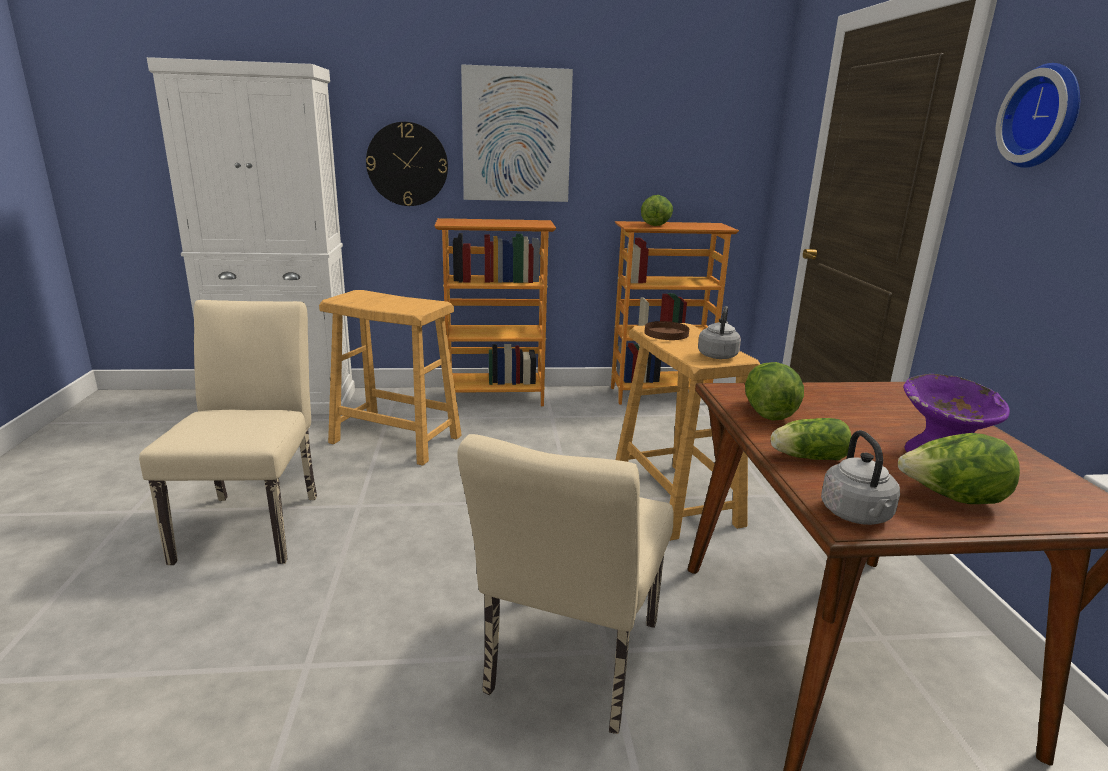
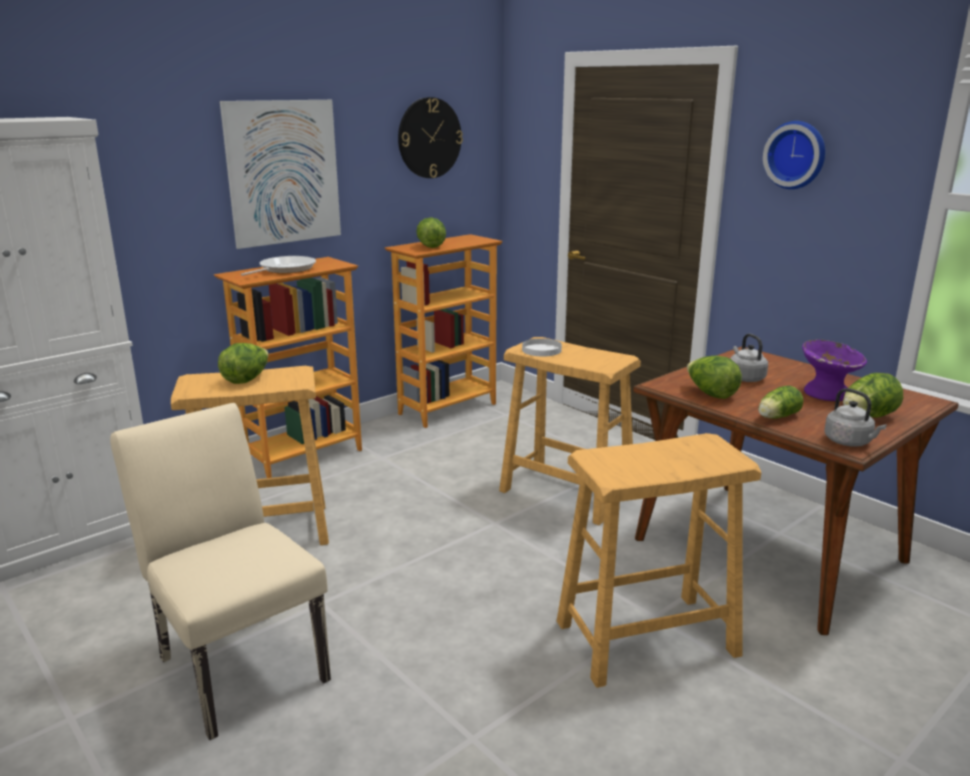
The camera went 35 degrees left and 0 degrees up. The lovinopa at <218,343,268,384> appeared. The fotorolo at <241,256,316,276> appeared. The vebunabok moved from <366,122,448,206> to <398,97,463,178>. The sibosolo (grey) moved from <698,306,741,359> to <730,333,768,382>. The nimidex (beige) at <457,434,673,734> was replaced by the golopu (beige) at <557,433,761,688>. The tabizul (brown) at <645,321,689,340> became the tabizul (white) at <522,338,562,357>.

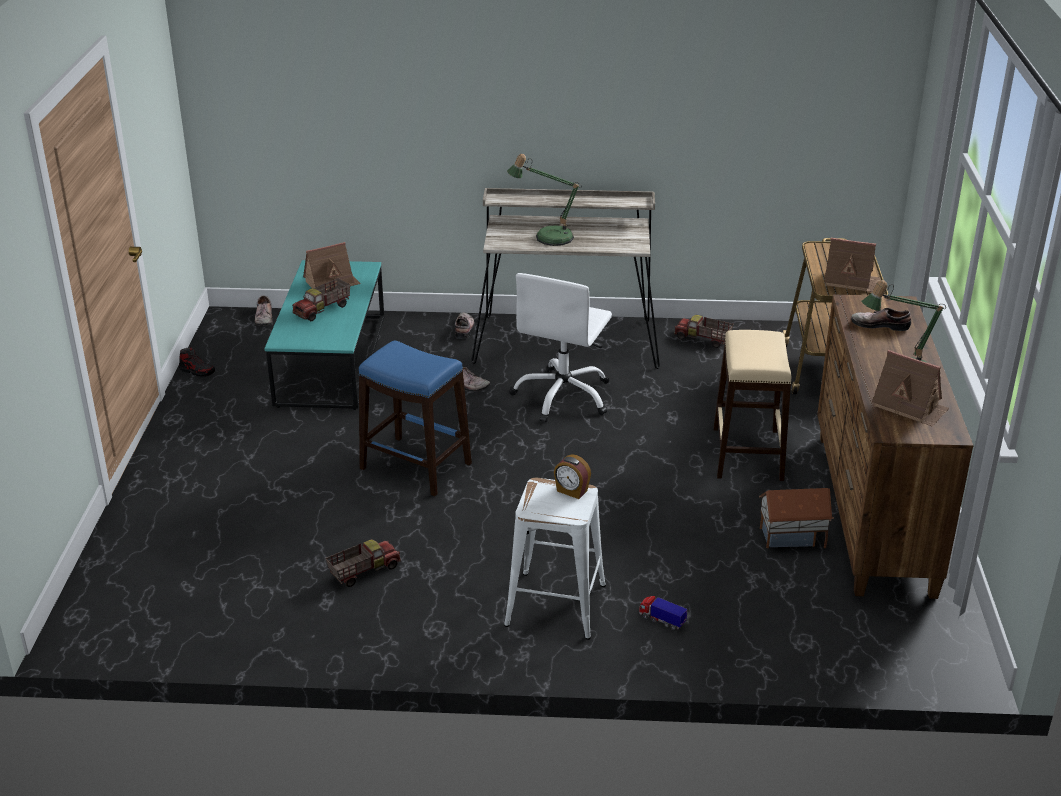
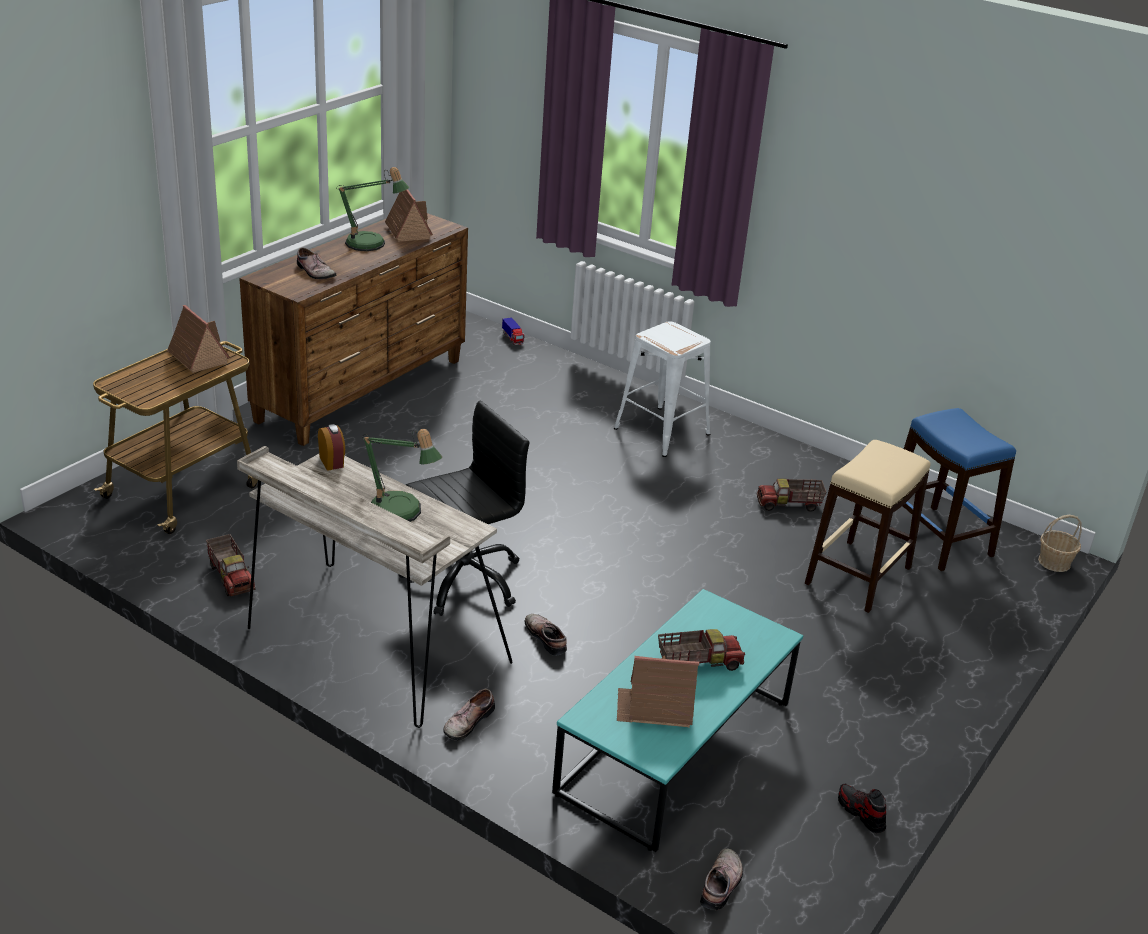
The camera went 150 degrees left and 0 degrees up. The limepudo at <759,488,834,548> disappeared. The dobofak at <1038,515,1082,572> appeared. The golopu (blue) moved from <359,341,472,496> to <903,408,1016,571>. The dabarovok moved from <554,454,591,499> to <318,424,345,471>. The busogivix moved from <639,596,687,630> to <502,317,525,345>. The golopu (beige) moved from <714,330,792,481> to <805,440,931,613>. The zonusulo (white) at <509,273,612,423> became the zonusulo (black) at <399,400,529,616>.

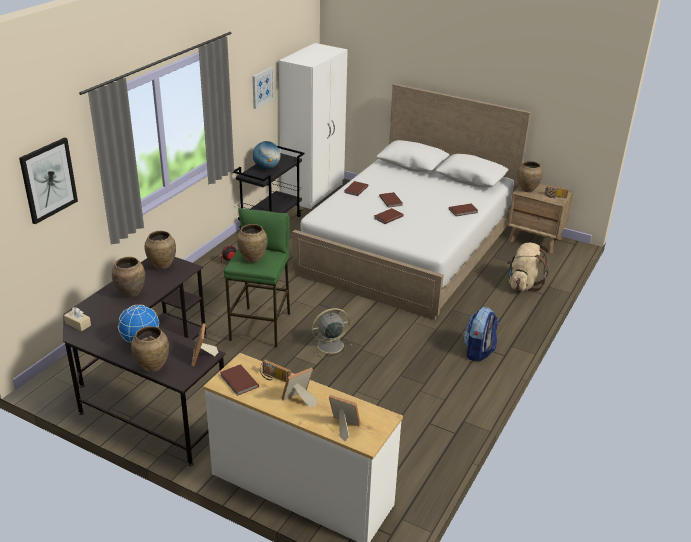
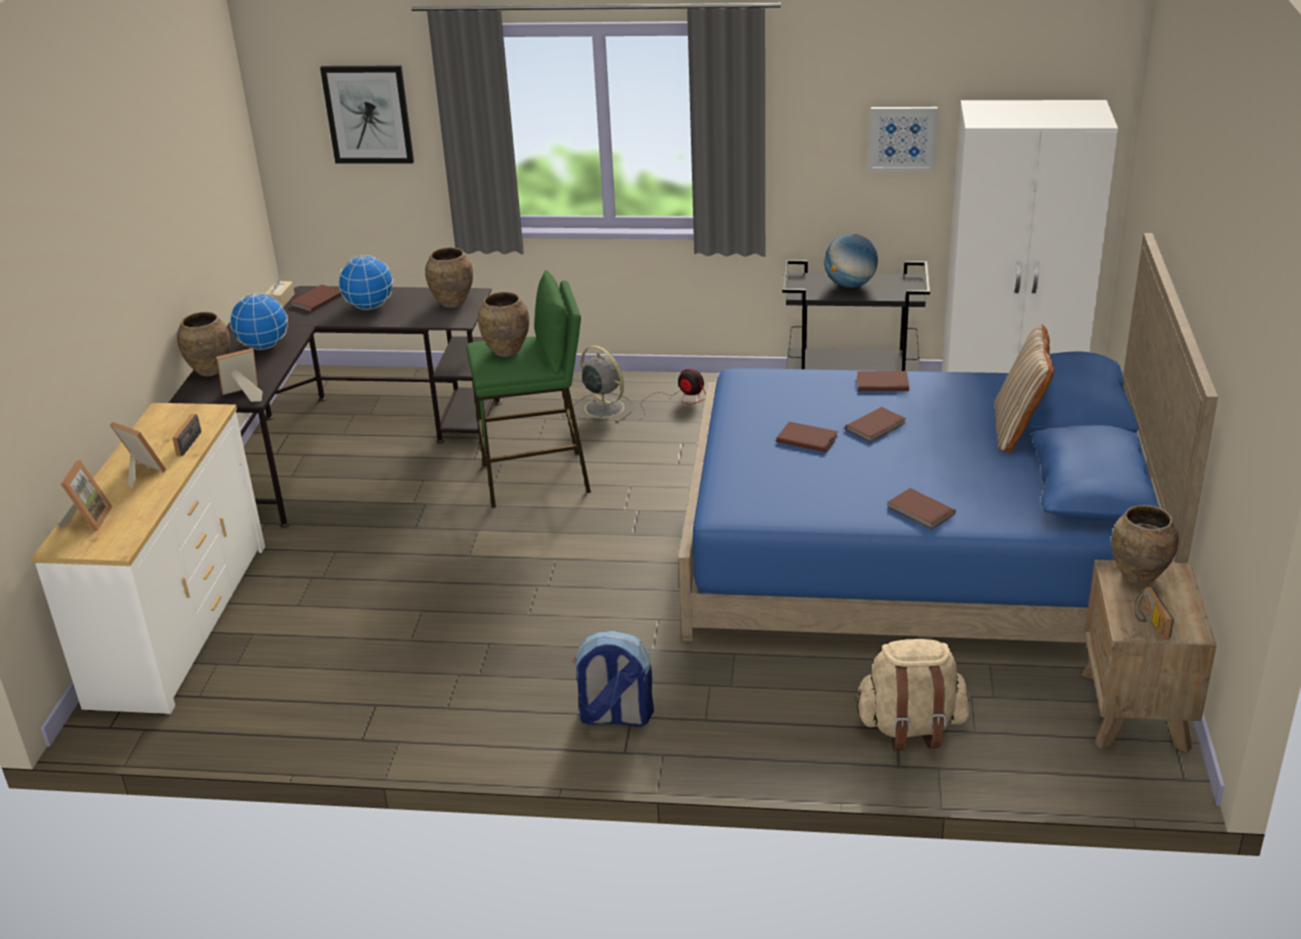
The camera went 70 degrees right and 0 degrees up. The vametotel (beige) at <994,324,1054,454> appeared. The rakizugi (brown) moved from <220,364,259,396> to <290,284,343,312>. The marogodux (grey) moved from <311,308,352,359> to <573,346,634,423>. The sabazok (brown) at <112,257,145,297> was replaced by the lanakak at <338,255,393,310>. The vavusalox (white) at <292,84,531,320> became the vavusalox (blue) at <678,233,1218,643>.

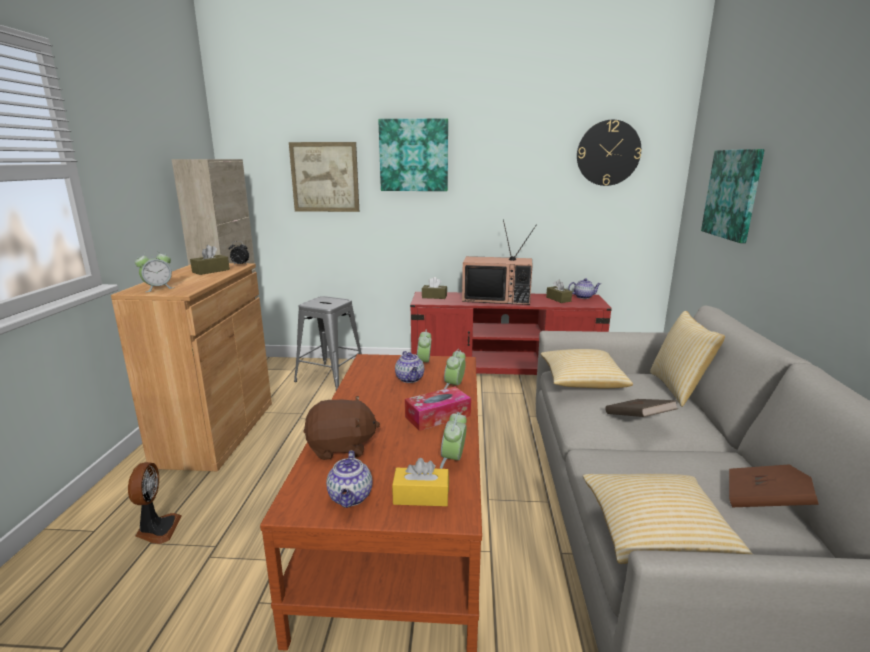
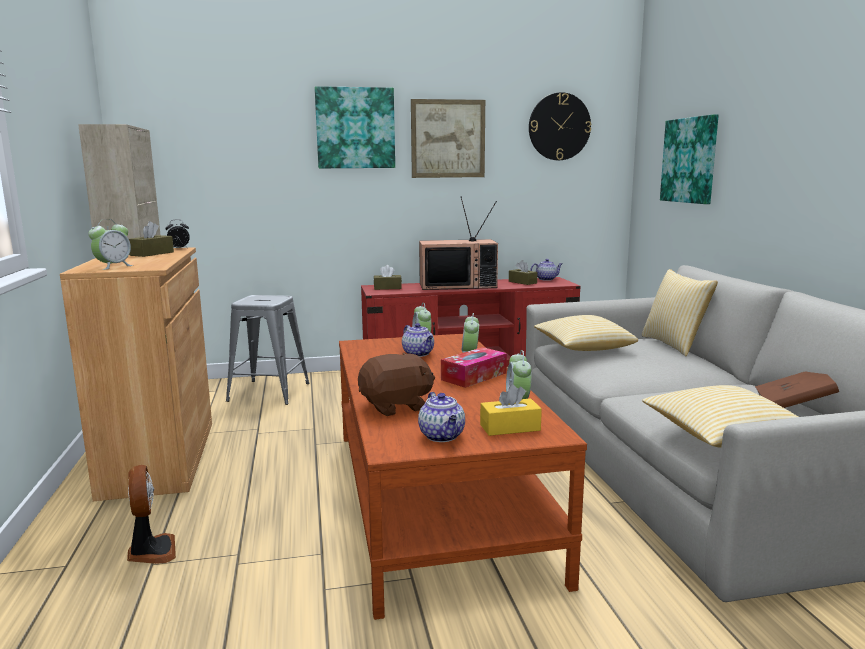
The camera went 15 degrees left and 5 degrees down. The rakizugi (brown) at <605,399,678,417> disappeared. The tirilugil moved from <289,142,359,212> to <411,99,485,178>.

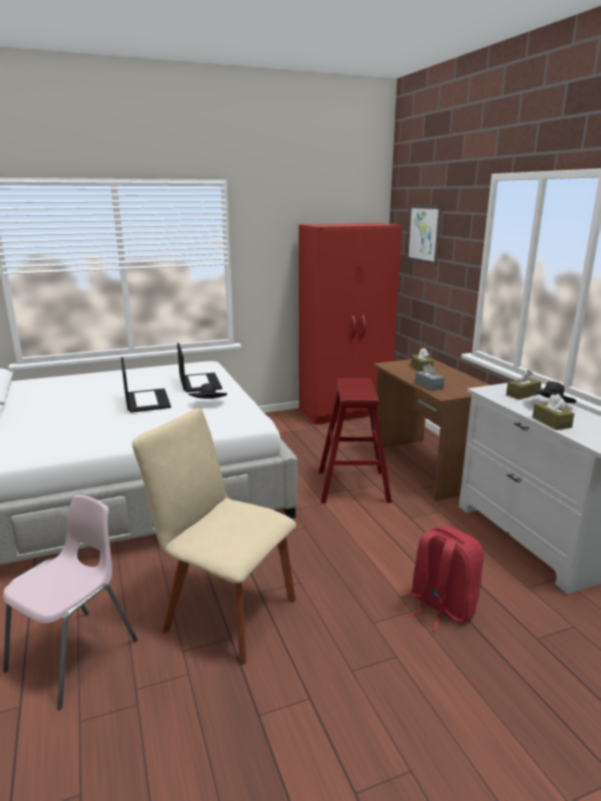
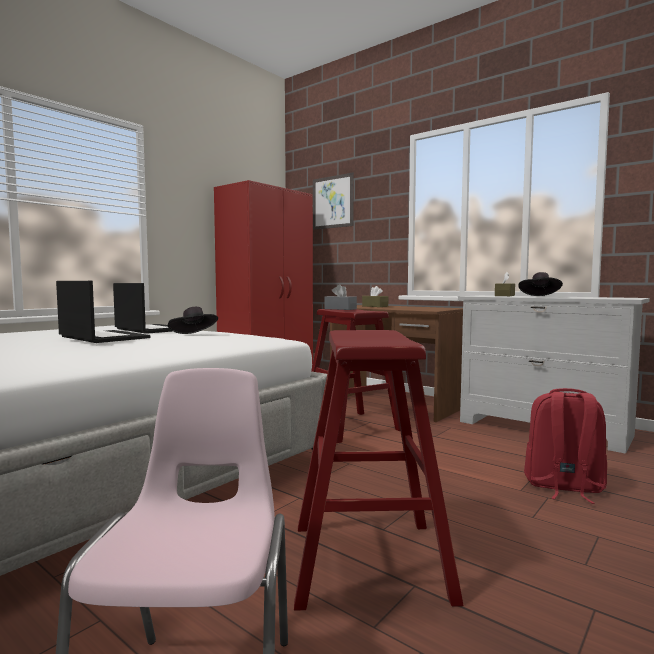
The camera went 30 degrees left and 15 degrees down. The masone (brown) at <532,394,574,430> disappeared. The masone (grey) moved from <415,364,444,391> to <325,284,357,310>. The nimidex (beige) at <132,408,296,665> was replaced by the golopu (red) at <294,330,464,611>.

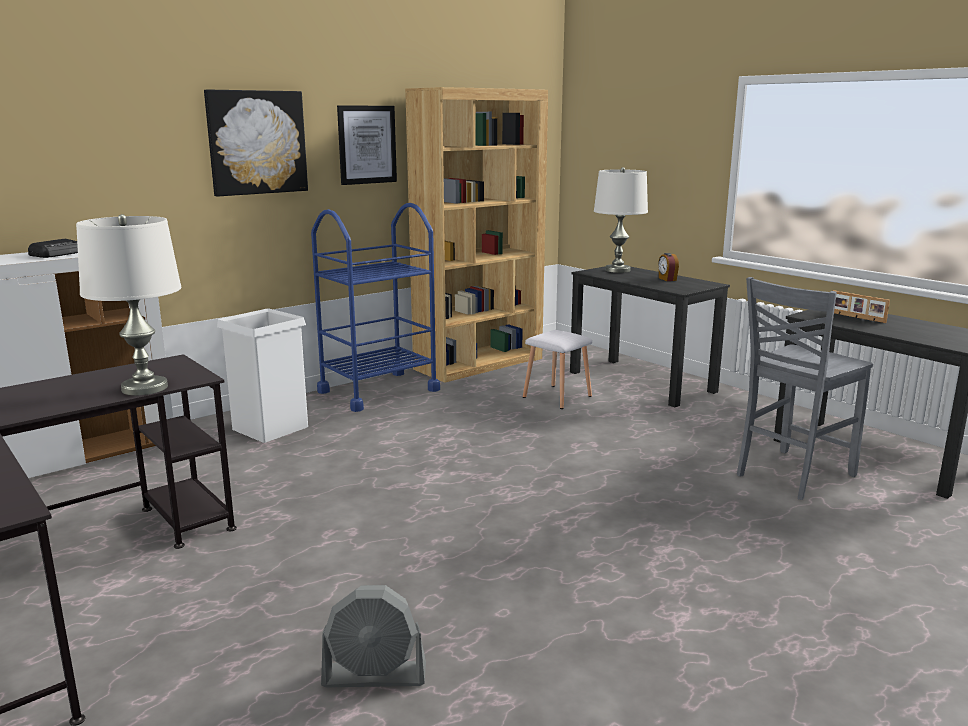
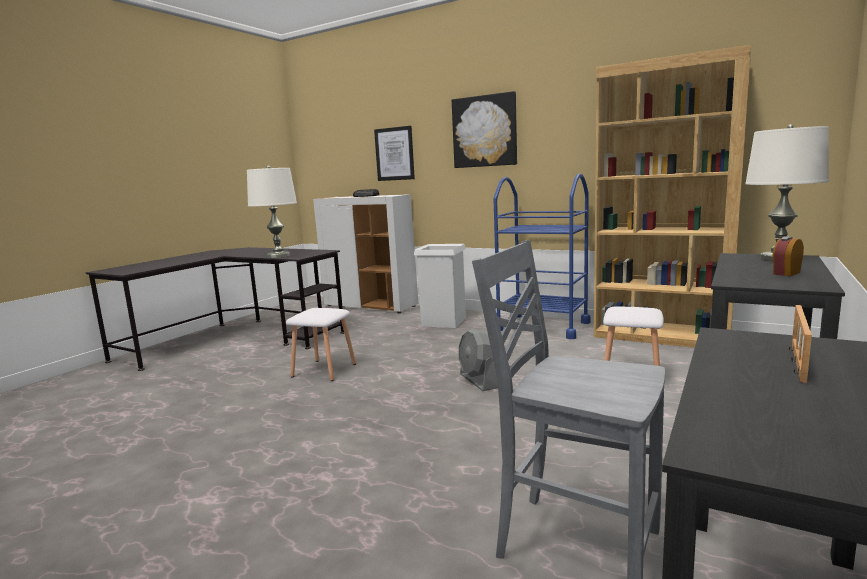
The camera went 70 degrees right and 5 degrees down. The golopu (white) at <286,308,356,381> appeared. The marogodux (grey) moved from <321,585,426,687> to <459,328,498,391>. The tirilugil moved from <337,105,397,185> to <374,126,415,181>.

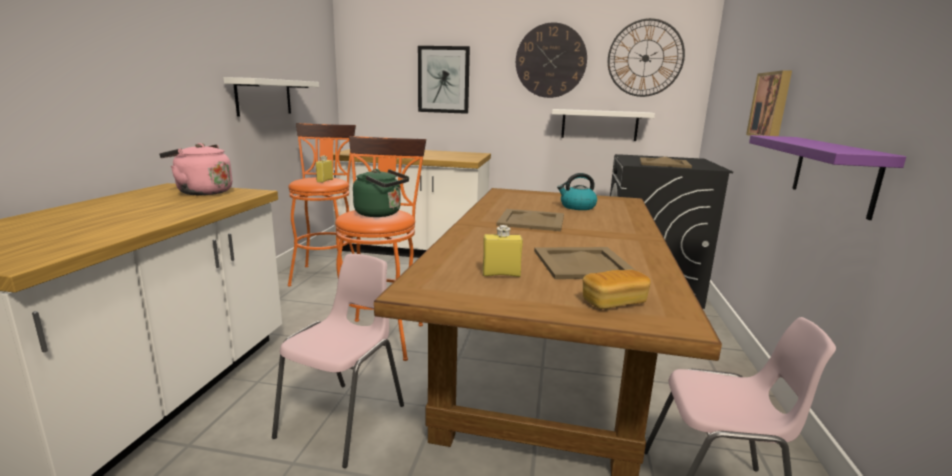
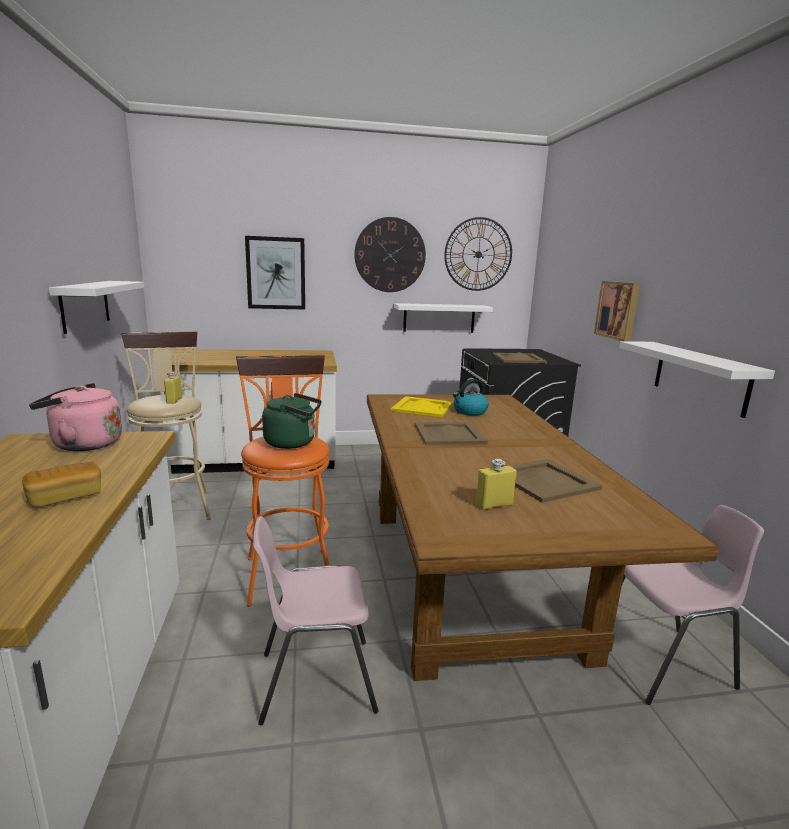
The camera went 20 degrees left and 0 degrees up. The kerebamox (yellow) at <391,396,453,417> appeared. The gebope moved from <583,270,651,309> to <22,461,101,507>. The golopu (orange) at <288,123,356,287> became the golopu (beige) at <121,332,211,520>. The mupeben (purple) at <749,135,906,220> became the mupeben (white) at <619,341,775,418>. The nimidex (pink) at <272,254,404,468> turned 105 degrees counterclockwise.

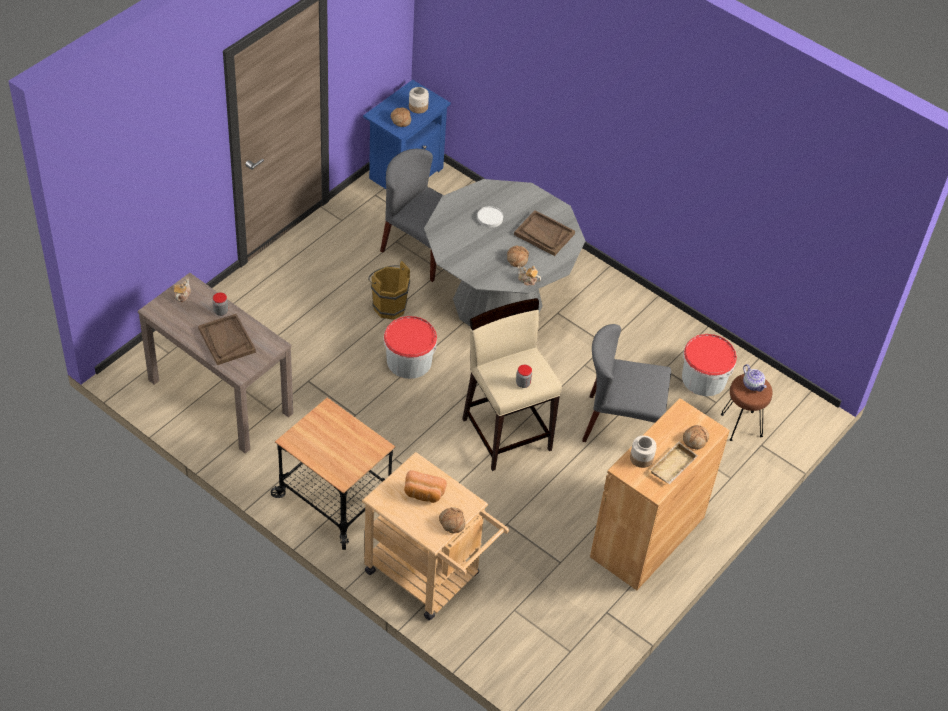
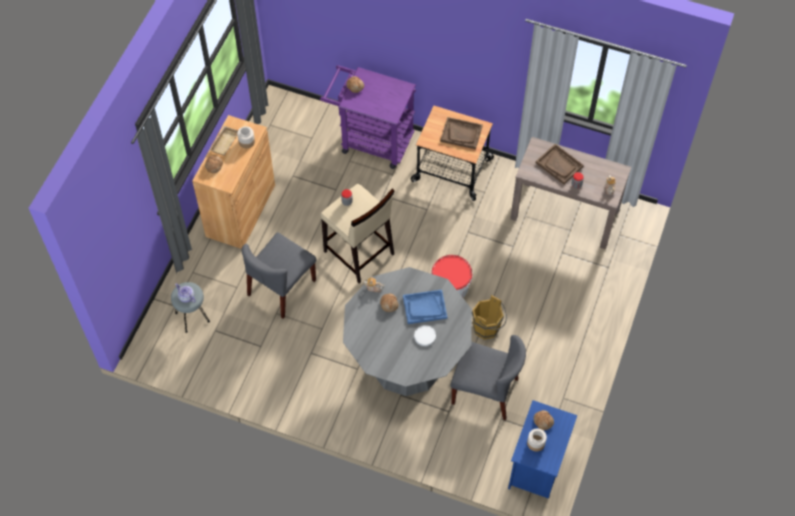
The camera went 165 degrees right and 10 degrees up. The gebope at <404,470,447,503> disappeared. The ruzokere at <682,334,737,396> disappeared. The kerebamox (blue) at <403,290,447,324> appeared. The kerebamox (brown) moved from <514,210,575,256> to <440,117,483,149>. The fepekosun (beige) at <362,452,509,620> became the fepekosun (purple) at <320,65,416,169>. The golopu (brown) at <721,374,772,441> became the golopu (grey) at <171,282,210,333>. The nimidex (grey) at <582,324,671,442> turned 135 degrees clockwise.

